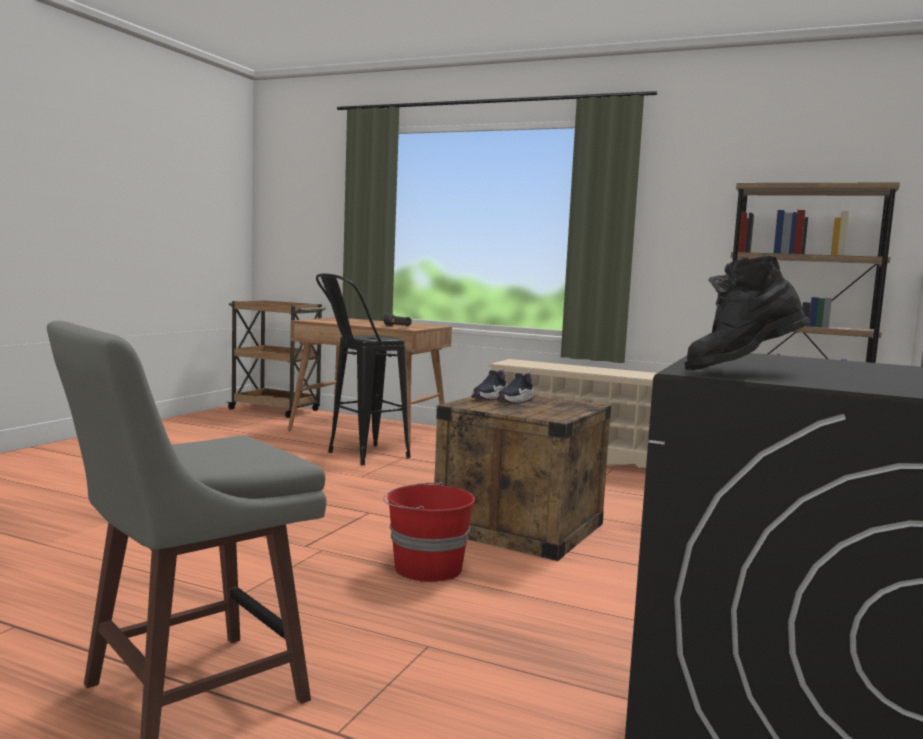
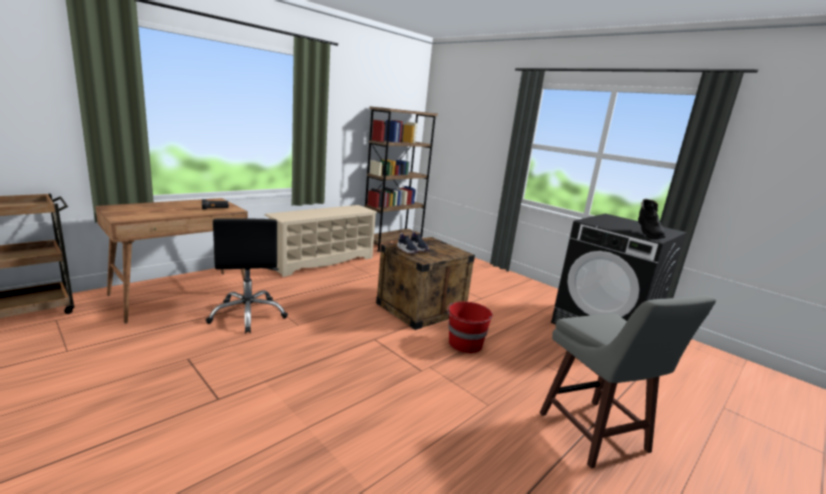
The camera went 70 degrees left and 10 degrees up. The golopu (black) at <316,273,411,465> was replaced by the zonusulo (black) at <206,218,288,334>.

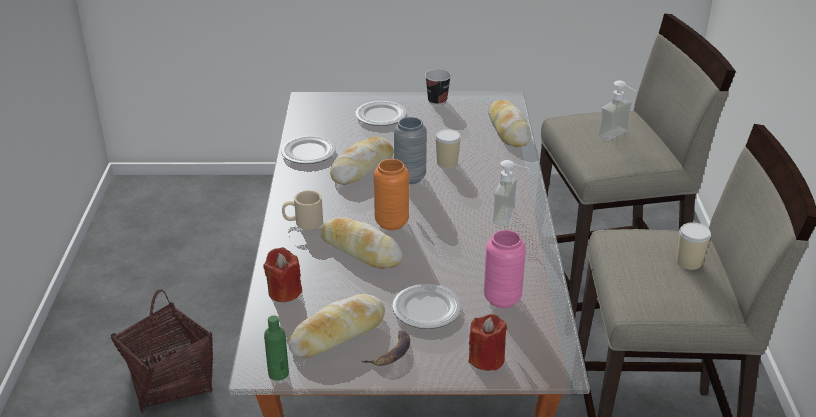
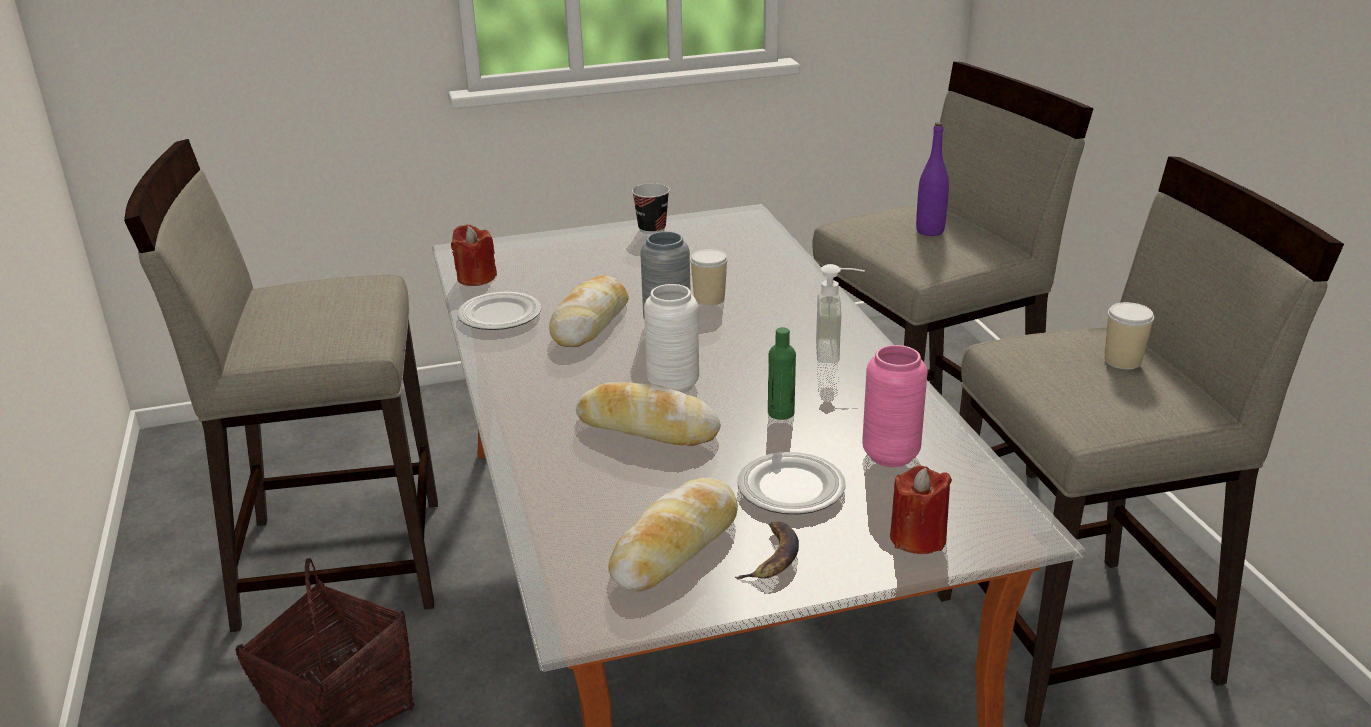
The camera went 15 degrees left and 5 degrees down. The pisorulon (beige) at <282,190,323,230> disappeared. The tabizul at <355,101,407,126> disappeared. The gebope at <489,100,531,147> disappeared. The golopu (beige) at <124,139,438,632> appeared. The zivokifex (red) moved from <263,247,302,302> to <451,224,497,286>. The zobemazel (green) moved from <264,315,289,381> to <768,327,796,420>. The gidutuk at <599,80,637,140> was replaced by the zobemazel (purple) at <916,122,949,236>. The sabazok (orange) at <374,159,409,230> became the sabazok (white) at <644,284,699,393>.

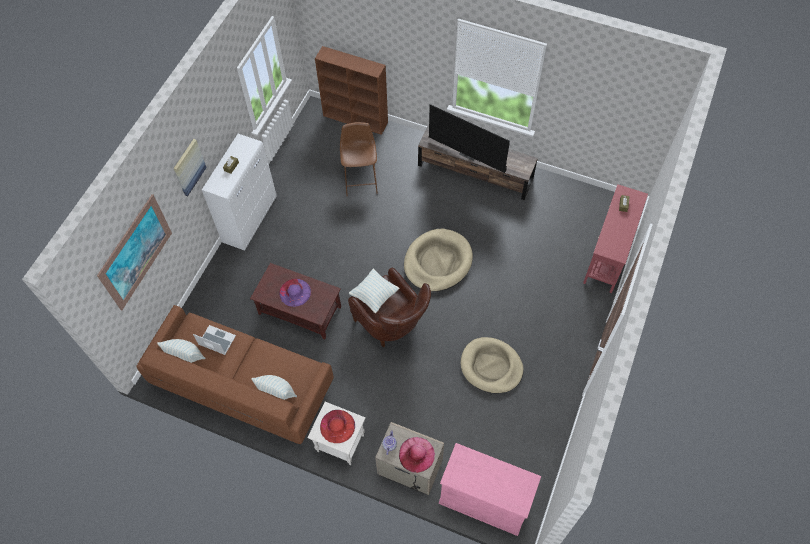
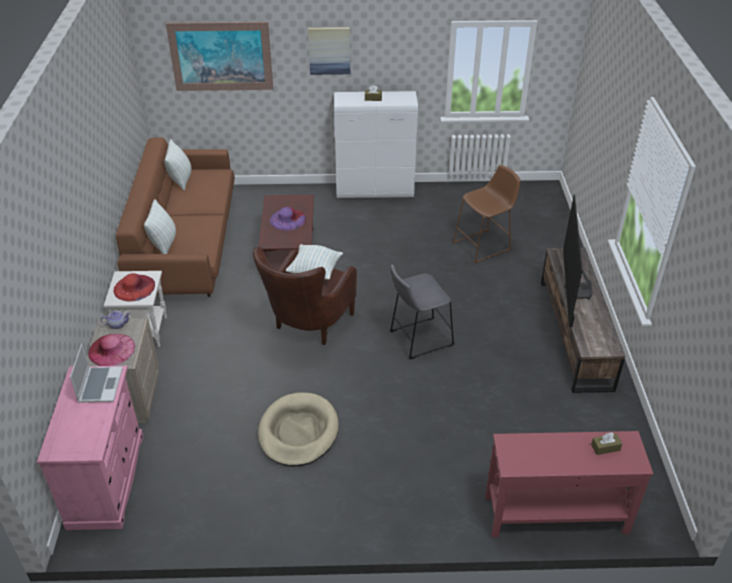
The camera went 65 degrees right and 20 degrees down. The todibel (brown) at <315,46,388,135> disappeared. The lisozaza moved from <193,325,236,355> to <70,343,123,403>. The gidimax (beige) at <404,229,473,292> was replaced by the golopu (grey) at <390,264,455,360>.

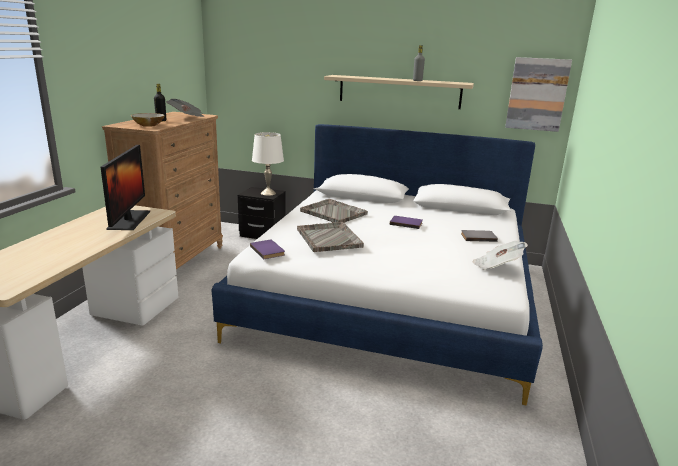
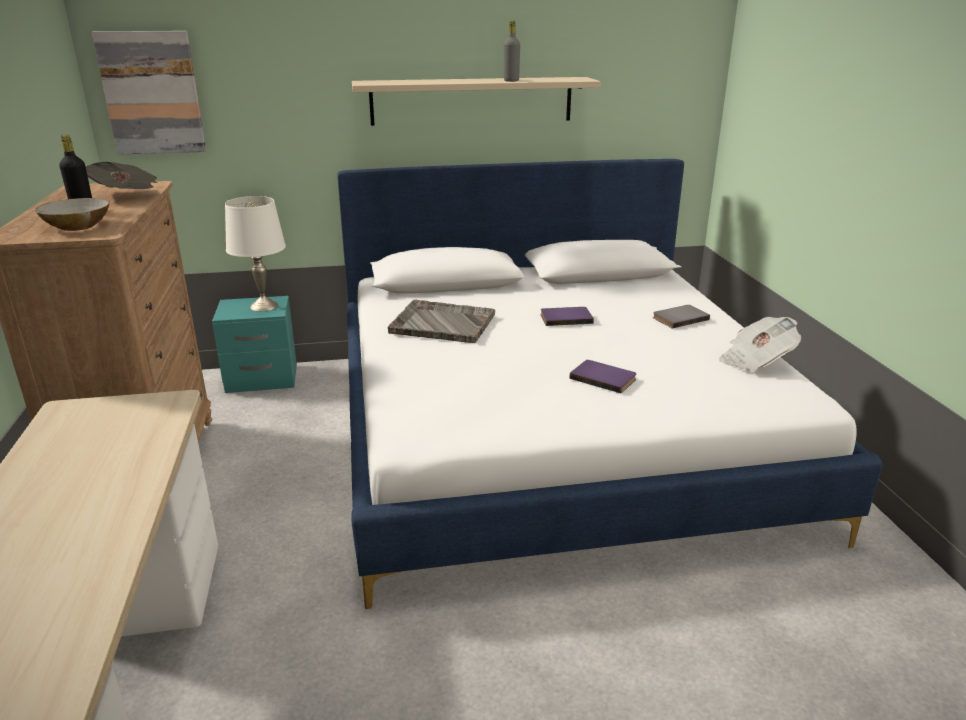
The camera went 25 degrees left and 5 degrees up. The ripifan at <101,145,150,230> disappeared. The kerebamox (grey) at <297,222,364,252> disappeared. The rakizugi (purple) moved from <250,240,285,259> to <570,360,637,393>. The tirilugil moved from <505,57,572,132> to <92,31,206,155>. The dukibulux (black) at <238,187,285,239> became the dukibulux (turquoise) at <212,296,297,393>.

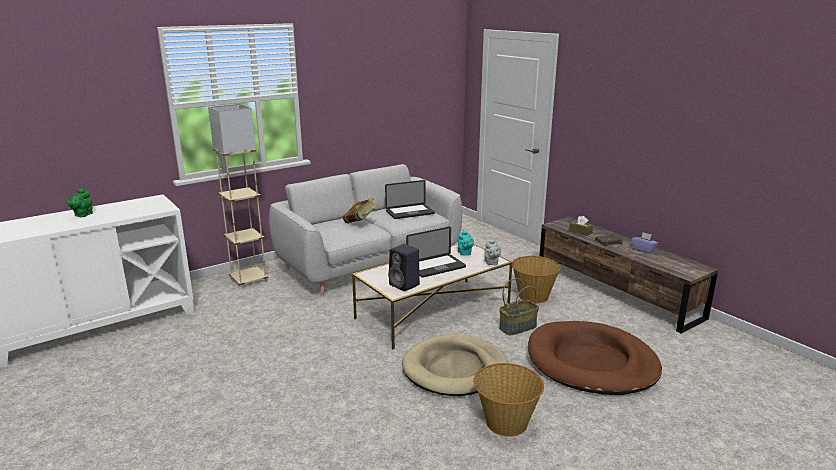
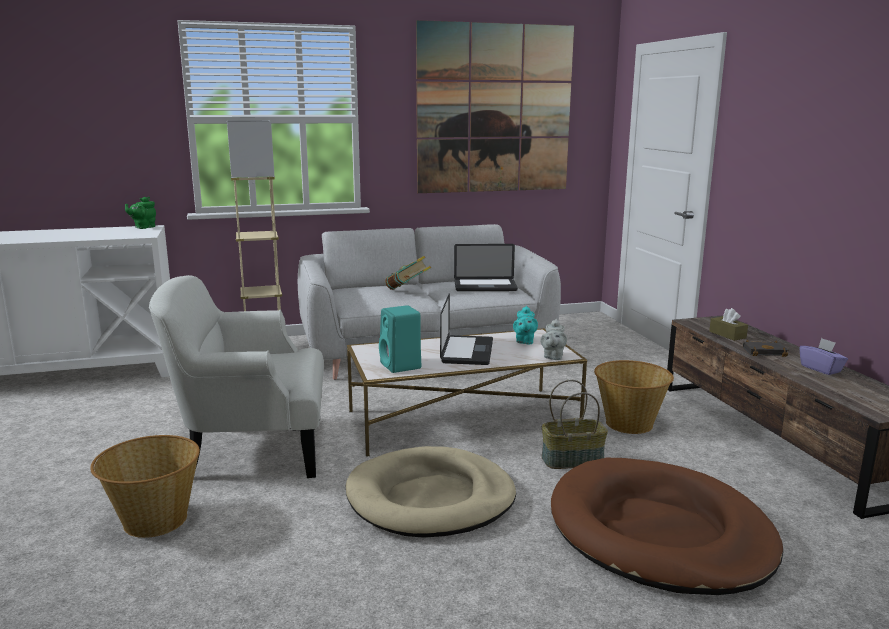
The camera went 20 degrees right and 5 degrees down. The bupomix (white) at <149,275,324,478> appeared. The tirilugil at <416,20,574,193> appeared. The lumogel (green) moved from <66,188,93,217> to <125,197,156,229>. The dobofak moved from <473,363,544,437> to <90,435,200,538>. The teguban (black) at <388,244,420,291> became the teguban (turquoise) at <379,305,421,373>. The lisozaza at <406,227,466,278> turned 75 degrees counterclockwise.

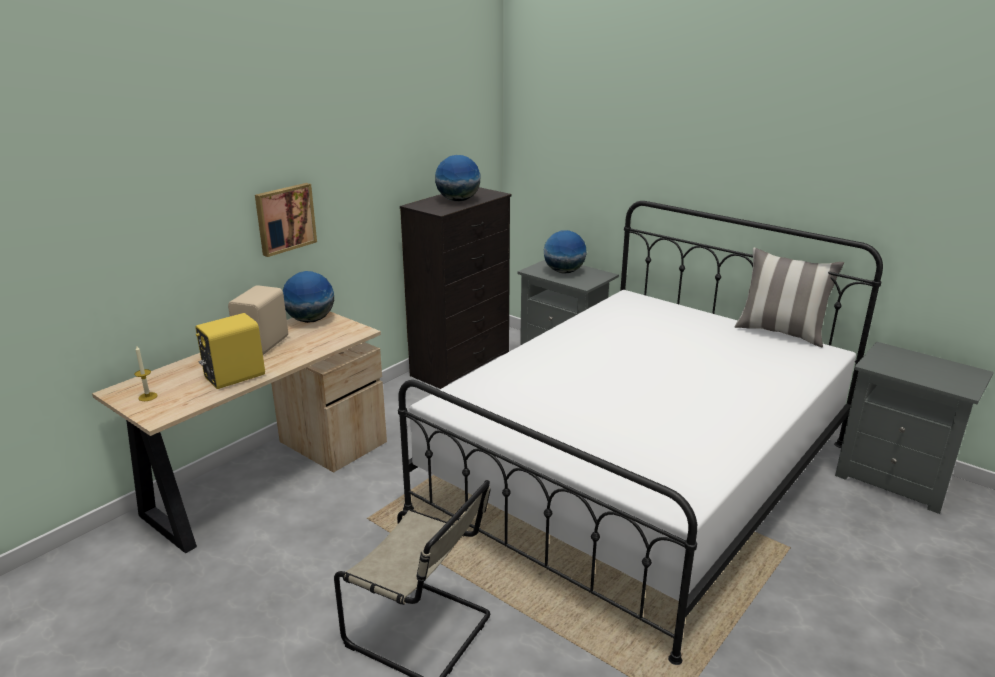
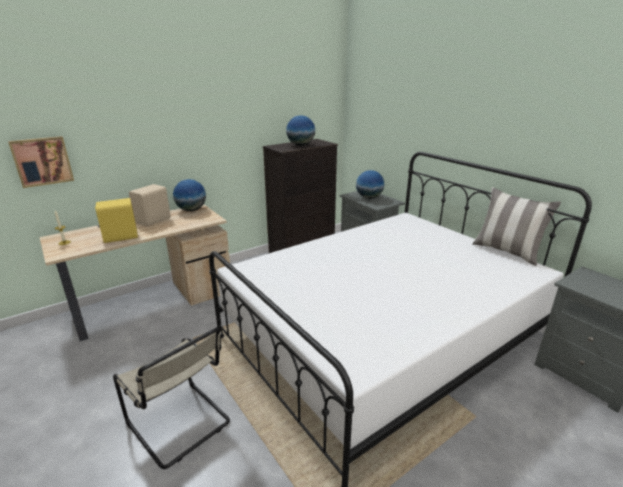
The camera went 15 degrees right and 0 degrees up. The tirilugil moved from <255,183,317,257> to <8,136,74,188>.

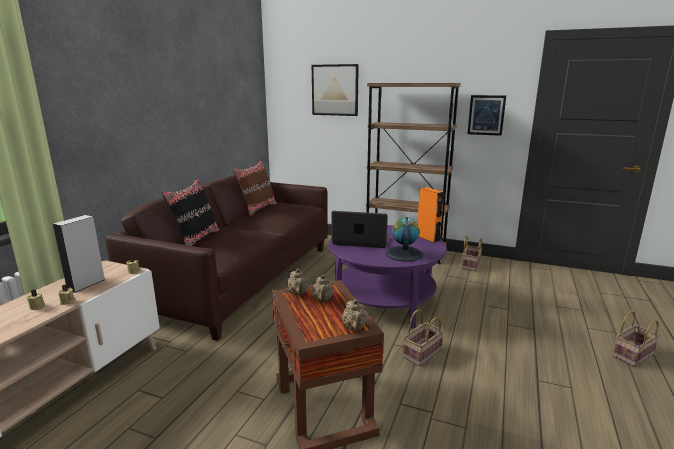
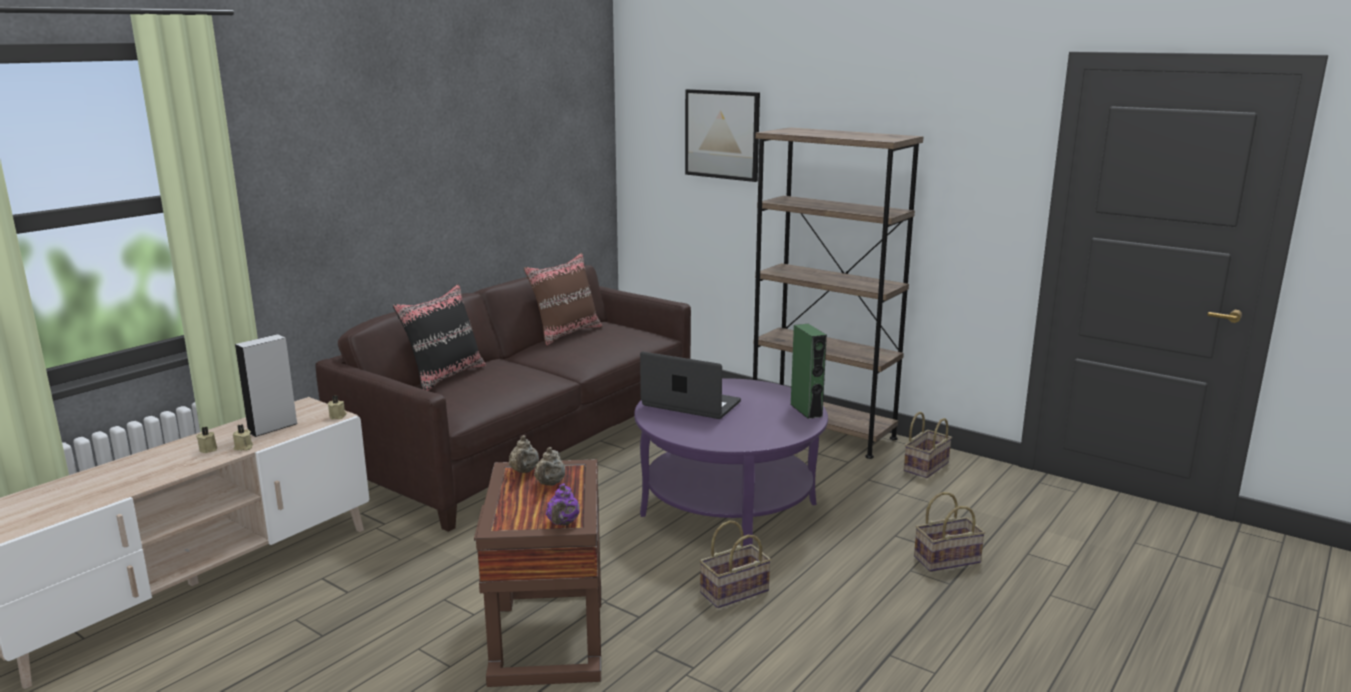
The camera went 15 degrees right and 0 degrees up. The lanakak at <386,217,423,262> disappeared. The tirilugil at <468,95,506,136> disappeared. The dobofak moved from <612,310,660,367> to <914,492,985,572>. The lumogel (beige) at <342,299,367,331> became the lumogel (purple) at <546,483,580,525>. The teguban (orange) at <417,187,444,243> became the teguban (green) at <790,324,827,419>.

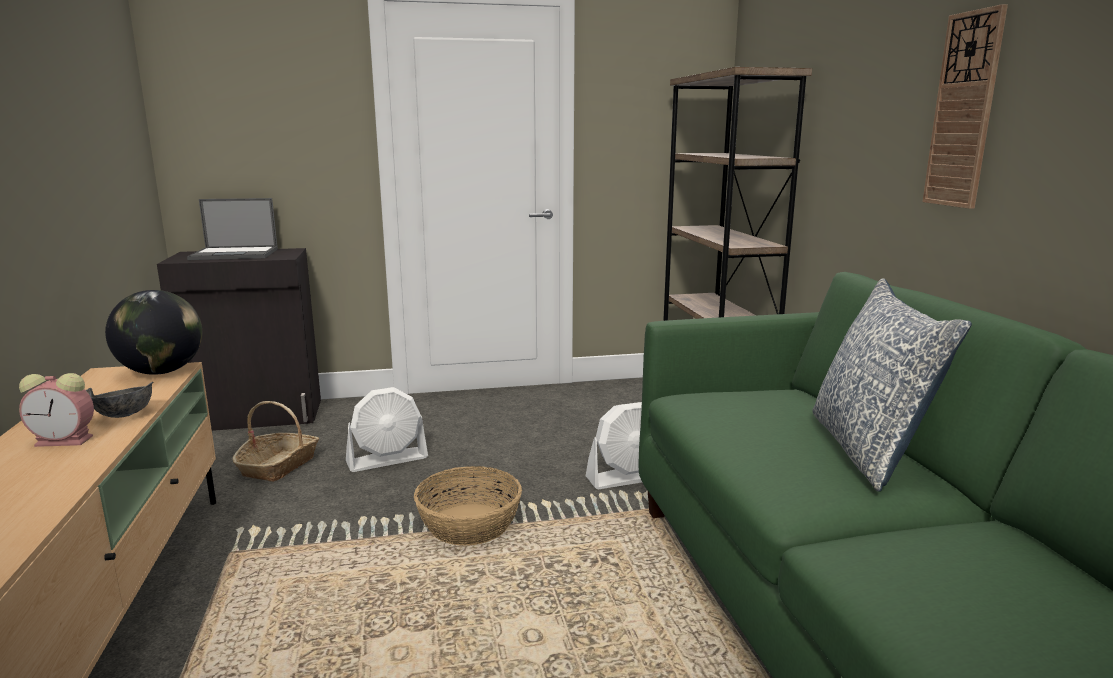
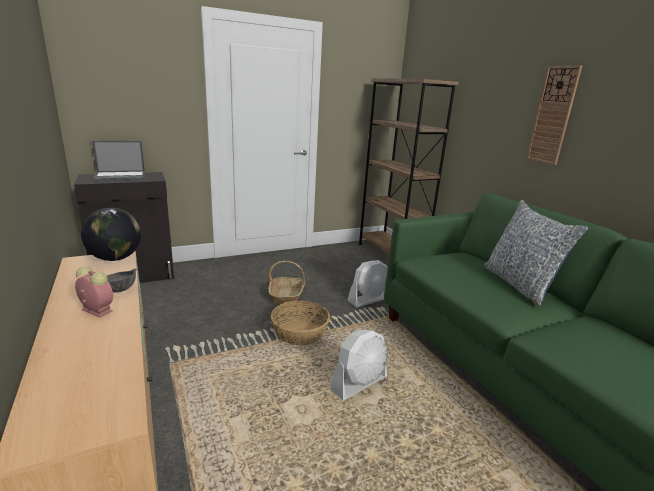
The camera went 15 degrees left and 5 degrees up. The dobofak moved from <232,401,319,482> to <269,261,305,305>. The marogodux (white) moved from <346,387,428,472> to <330,330,388,401>. The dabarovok at <19,373,94,447> turned 135 degrees counterclockwise.

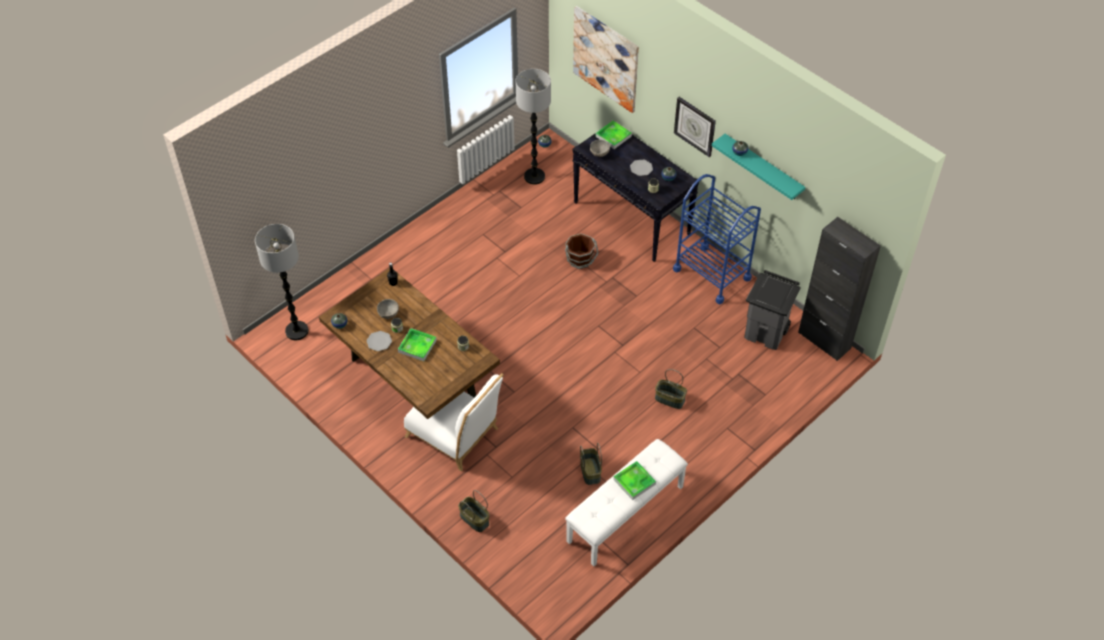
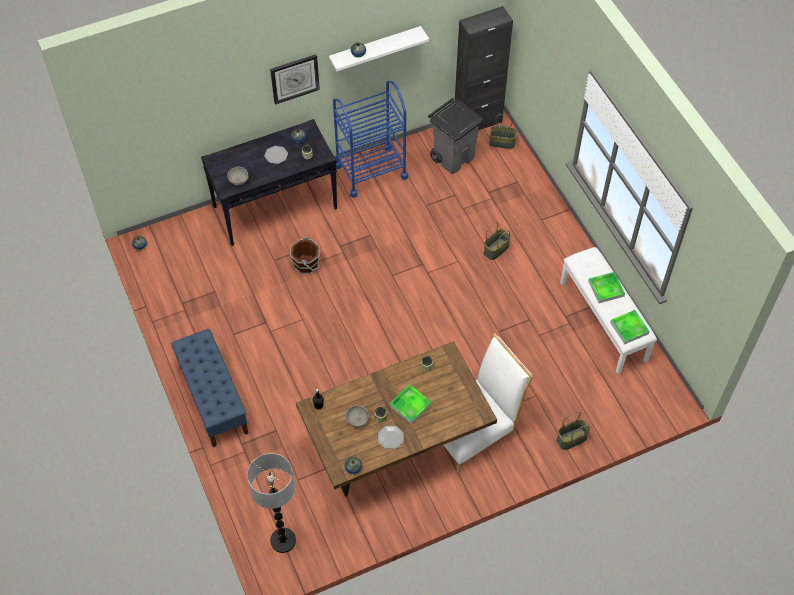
The camera went 70 degrees left and 5 degrees up. The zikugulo at <516,69,551,185> disappeared. The tirilugil at <573,6,639,113> disappeared. The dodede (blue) at <171,329,249,447> appeared. The dobofak moved from <580,443,602,485> to <489,114,517,149>. The kerebamox moved from <596,121,632,149> to <610,310,650,345>. The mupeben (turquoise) at <712,134,805,200> became the mupeben (white) at <329,26,429,71>.

